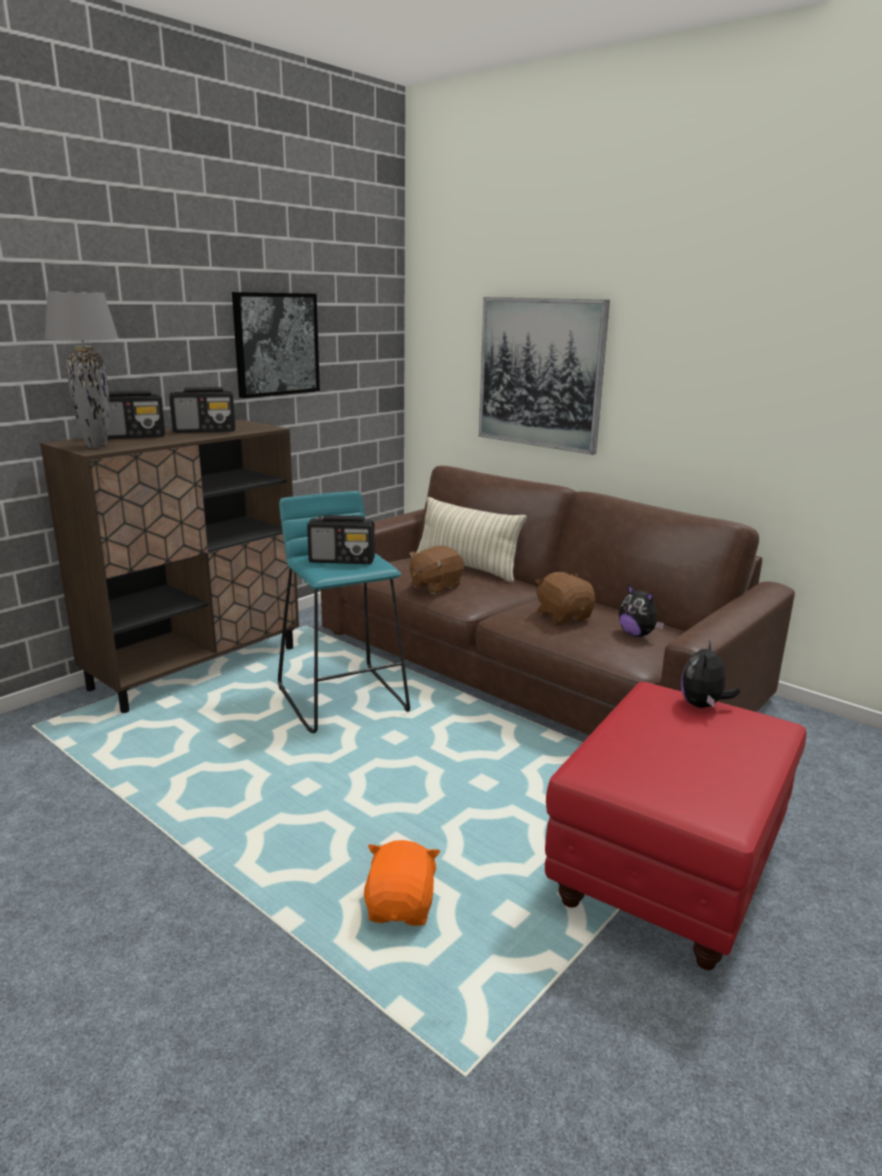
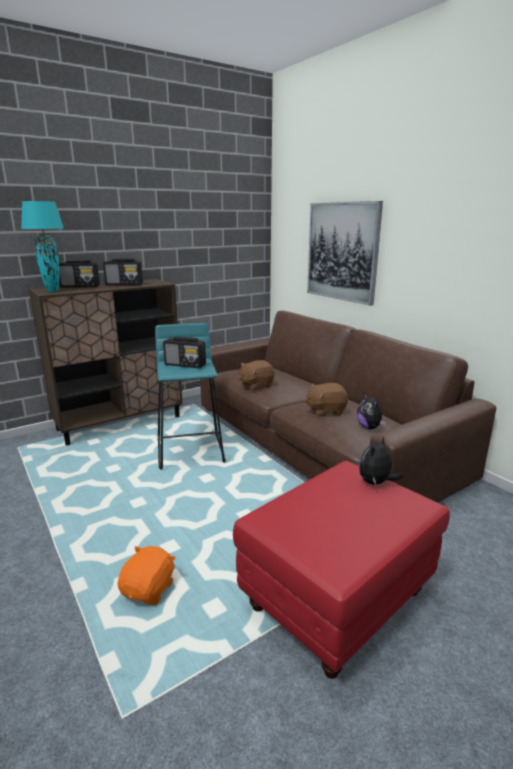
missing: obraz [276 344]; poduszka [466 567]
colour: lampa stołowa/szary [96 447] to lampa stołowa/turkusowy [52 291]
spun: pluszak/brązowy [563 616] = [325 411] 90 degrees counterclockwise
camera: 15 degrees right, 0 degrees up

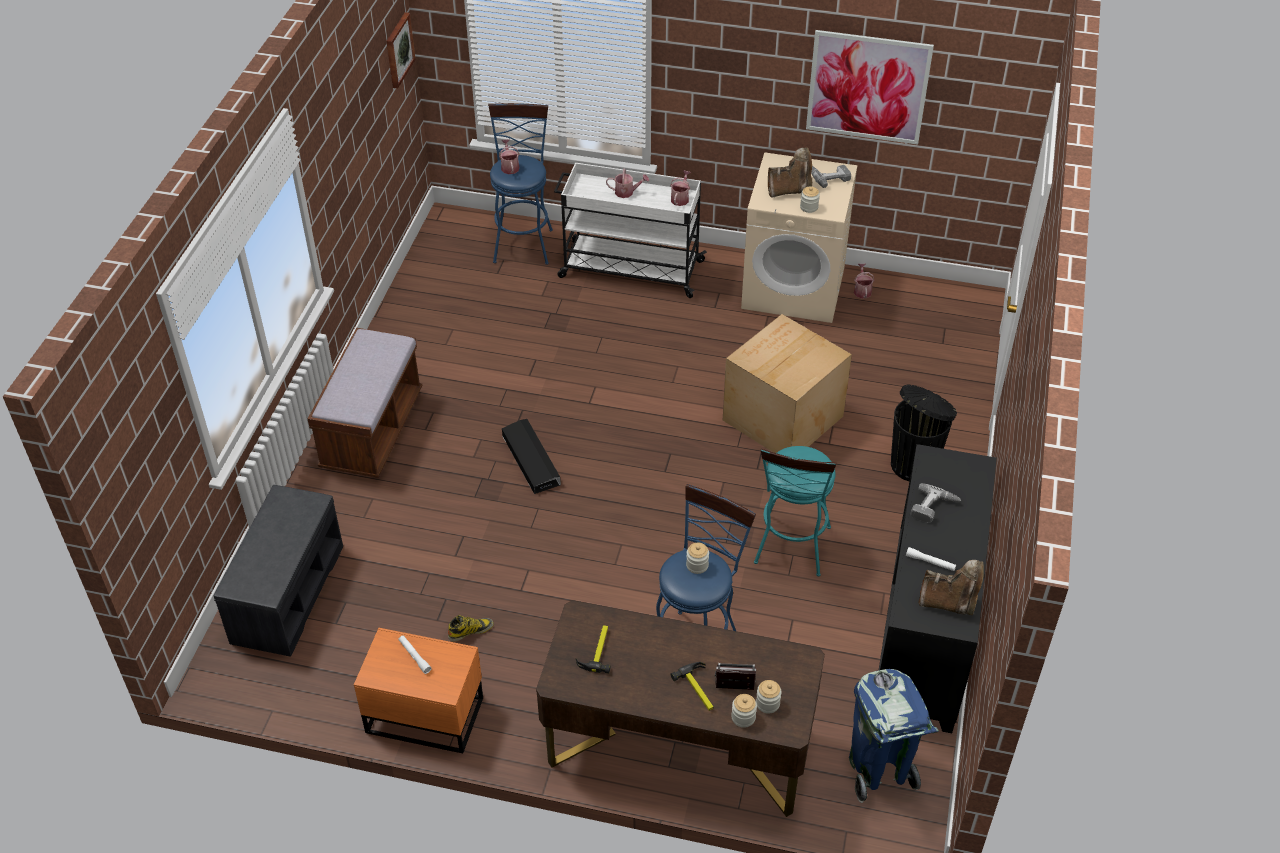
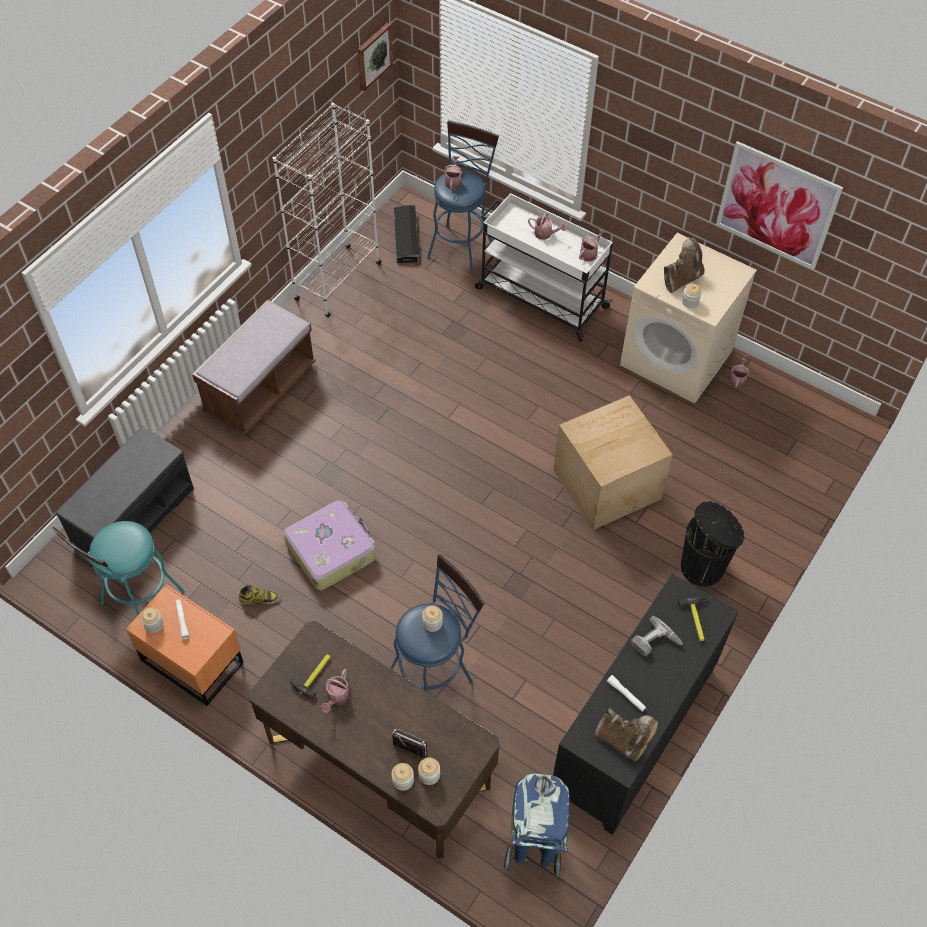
missing: wiertarka [828 176]
appeared: regał/biały [337 281]; walizka [331 550]; słoik [154 624]; konewka [336 697]
relocated: pojemnik do przechowywania/czarny [531 460] to [406 237]; stołek/turkusowy [791 550] to [138 602]; młotek [699 689] to [697 620]
spun: but z cholewką/brązowy [790 190] = [681 279] 45 degrees counterclockwise
camera: 20 degrees right, 10 degrees up

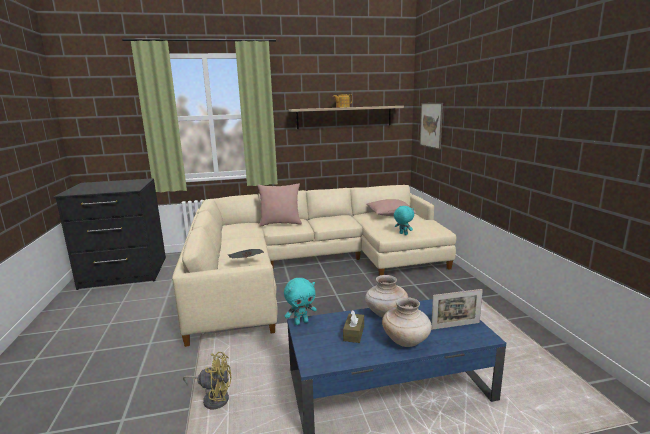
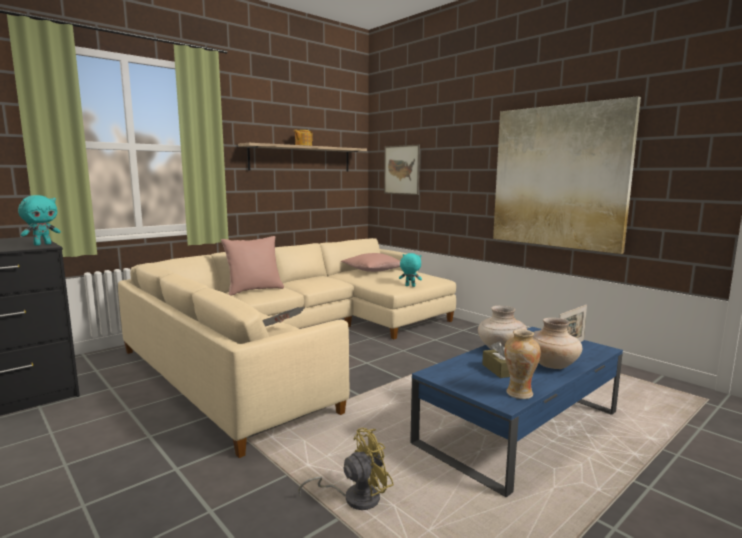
appeared: obraz [559 177]; wazon [519 393]
relocated: pluszak/turkusowy [301 322] to [42 244]
camera: 30 degrees left, 5 degrees down

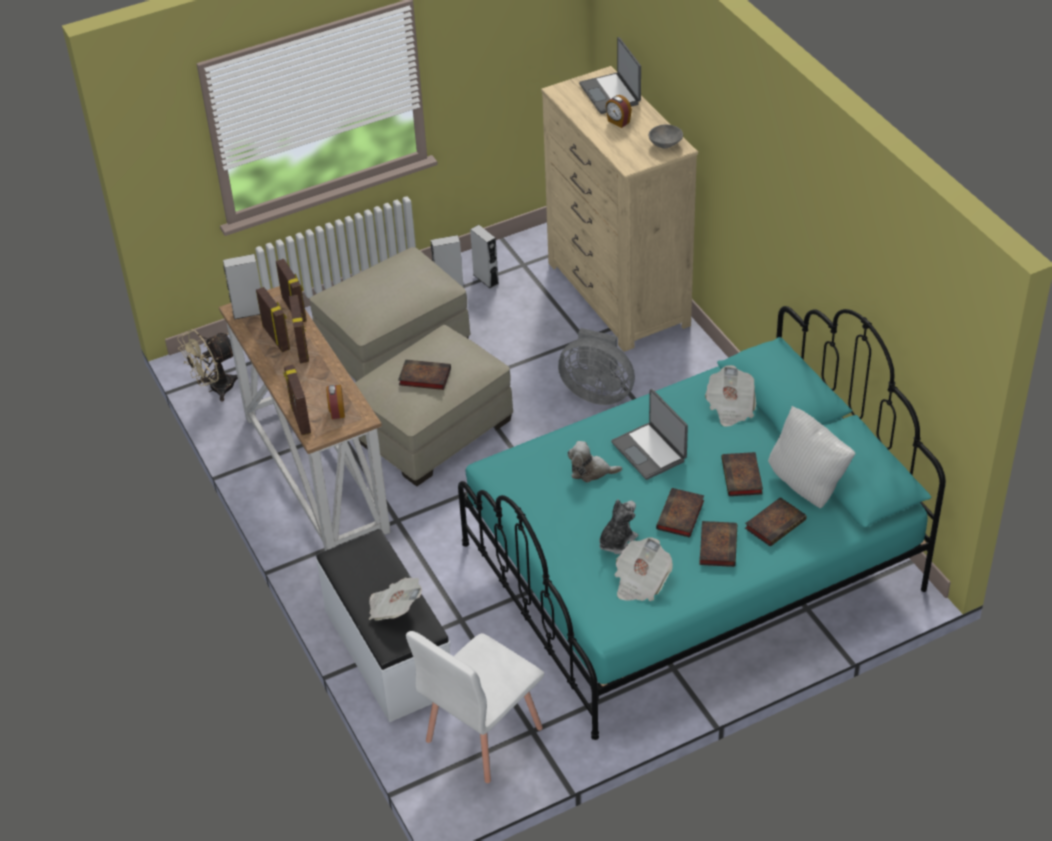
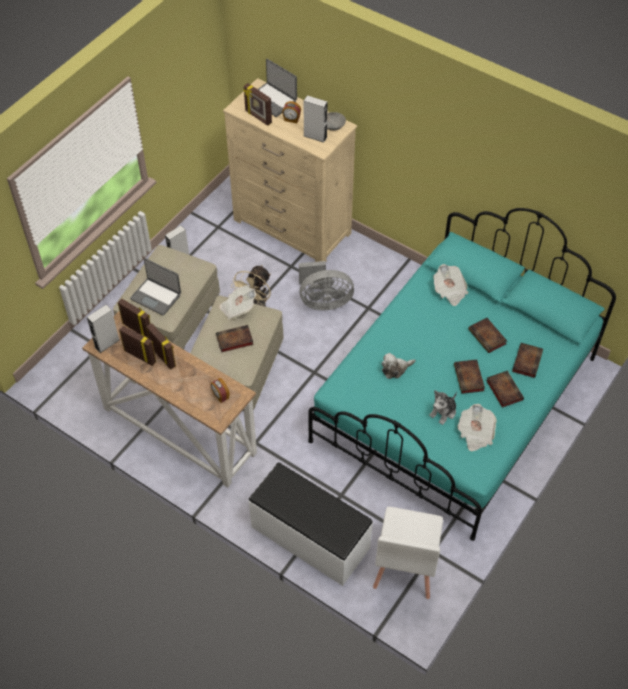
missing: poduszka/biały [807 485]
relocated: głośnik/szary [486 279] to [315 136]; wentylator/beżowy [215 389] to [255 304]; ramka na zdjęcie [300 418] to [258 117]; laptop [650 451] to [156 296]; gazeta [394 609] to [238 308]
spun: pluszak [617 541] = [443 412] 150 degrees counterclockwise
camera: 30 degrees left, 10 degrees up

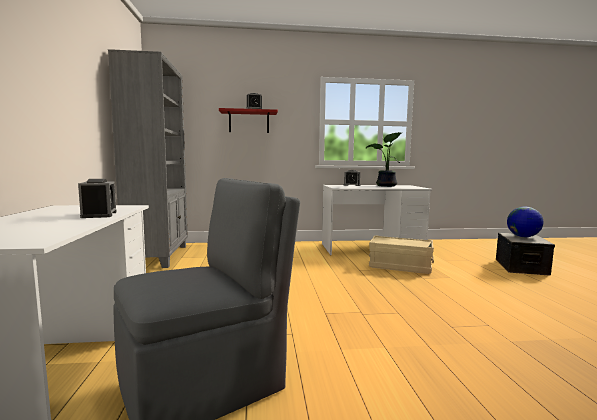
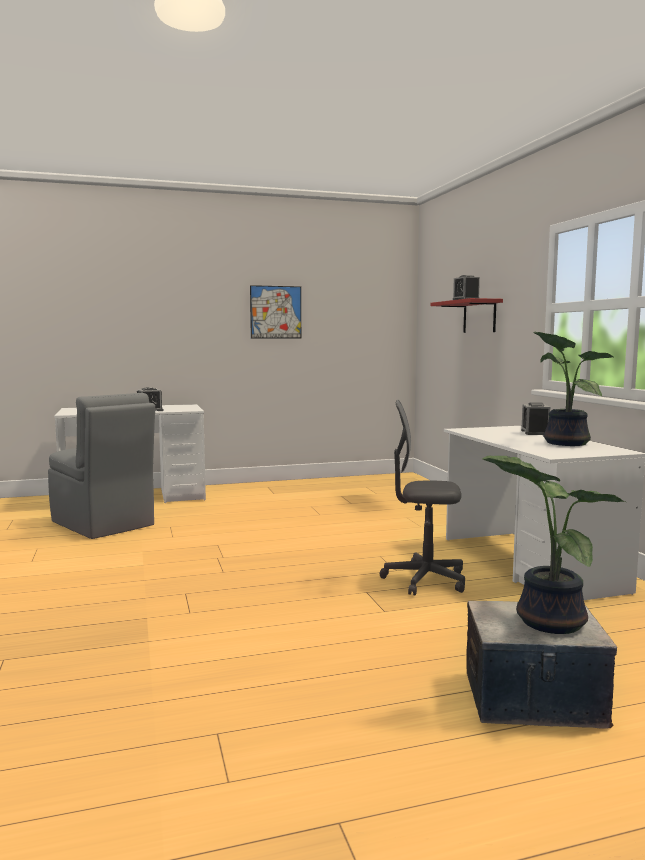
missing: regał/szary [159 256]
appeared: obraz [275 312]
exchanged: globus [523 237] to roślina doniczkowa [546 620]; pojemnik do przechowywania/beżowy [400 266] to krzesło biurowe/szary [424 580]
camera: 80 degrees right, 0 degrees up

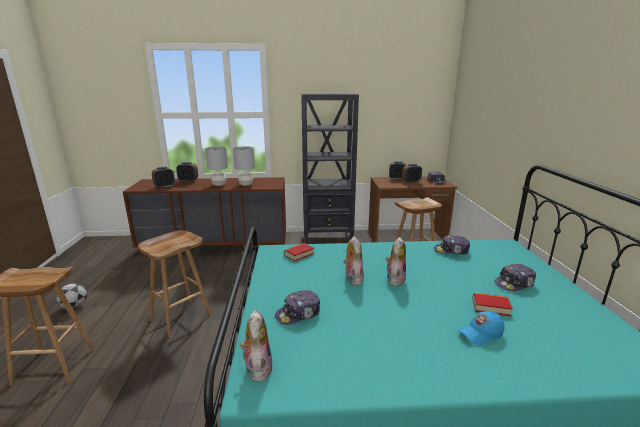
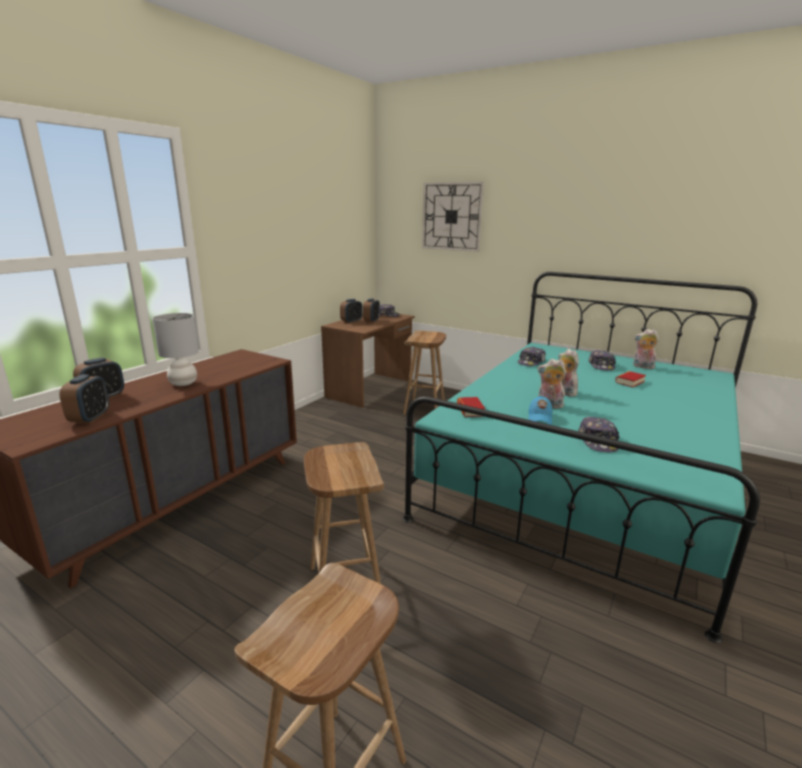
missing: regał/czarny [328 239]; lampa stołowa/szary [245 184]; piłka futbolowa [75 307]
appeared: zegar ścienny [451 216]
relocated: pluszak [257 368] to [642 367]; czapka z daszkiem/niebieski [480 334] to [540 418]
camera: 55 degrees left, 0 degrees up

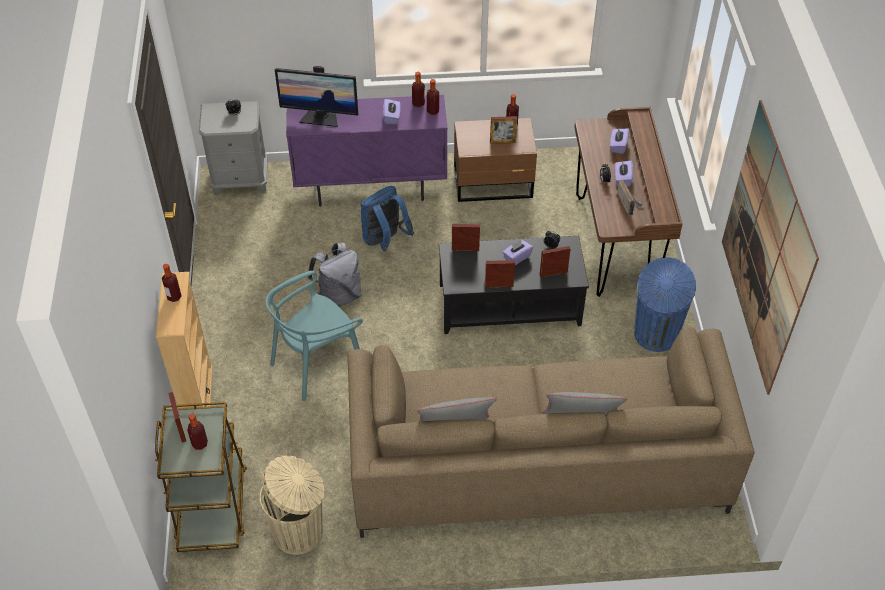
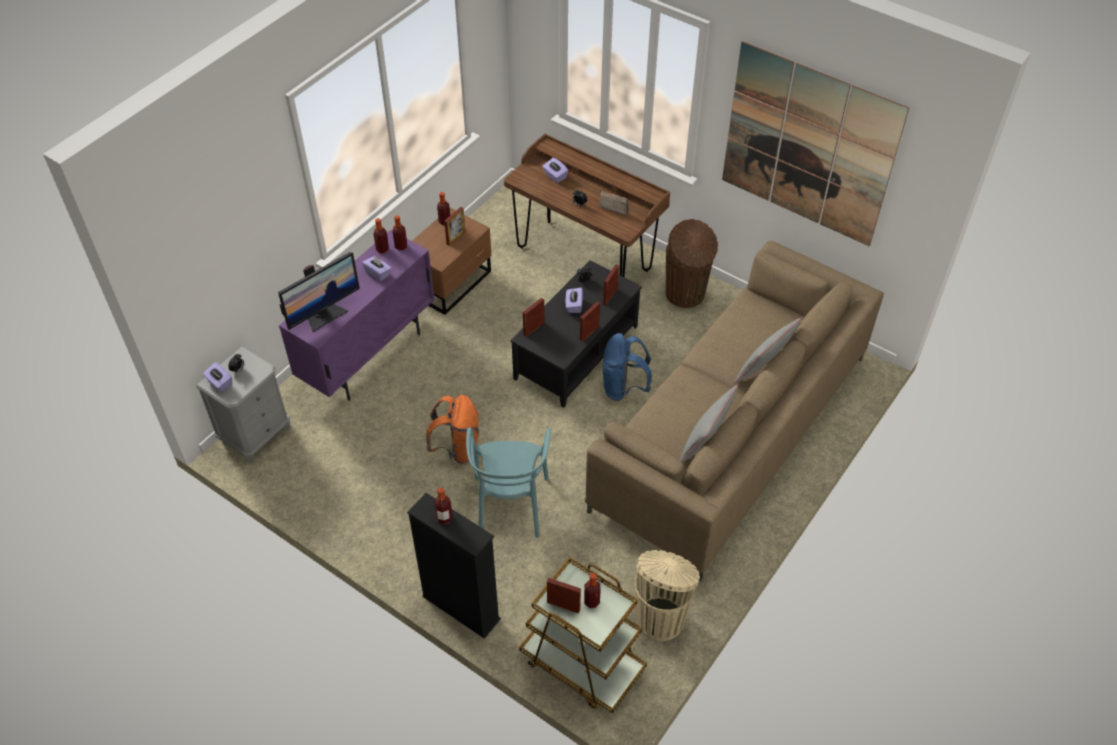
relocated: pudełko chusteczek/fioletowy [622 179] to [219 383]; plecak/niebieski [385 241] to [623 388]
colour: plecak/szary [338 296] to plecak/pomarańczowy [457 448]; kosz na śmieci/niebieski [655 335] to kosz na śmieci/brązowy [685 294]; regał/beżowy [198 397] to regał/czarny [461 608]
camera: 50 degrees left, 0 degrees up

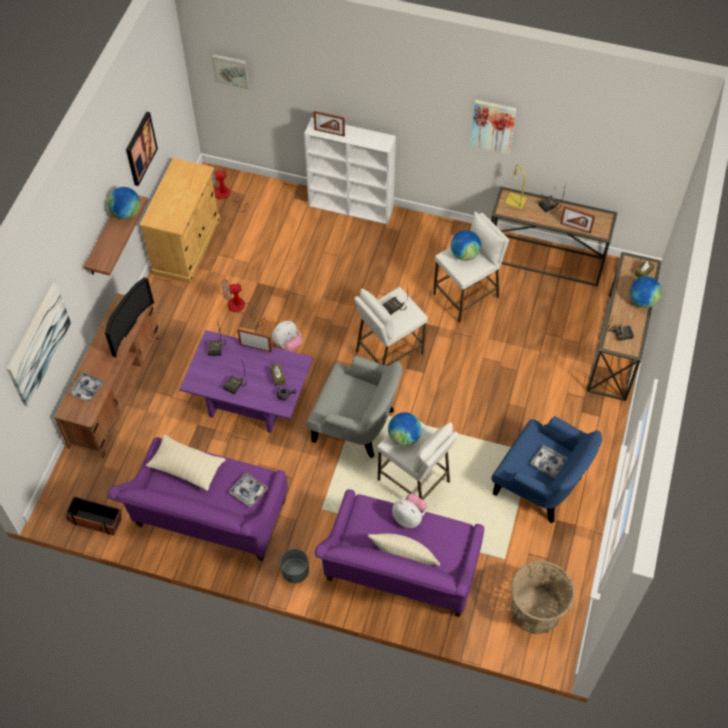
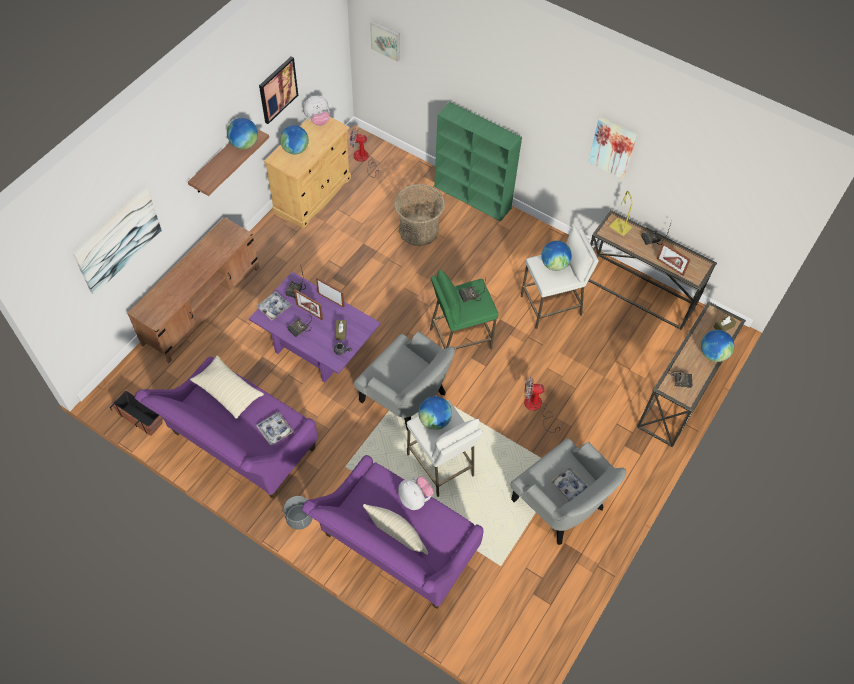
missing: telewizor [125 327]
appeared: globus [295 149]
relocated: ramka na zdjęcie [329 132] to [309 312]; wentylator [241 308] to [537 408]; pluszak [287 344] to [318 120]; taca [87 389] to [274 307]; koszyk [536 609] to [418 230]
colour: regał/biały [351 207] to regał/zielony [473 197]; stołek/biały [388 352] to stołek/zielony [460 338]; fotel/niebieski [540 485] to fotel/szary [560 504]
camera: 15 degrees right, 0 degrees up

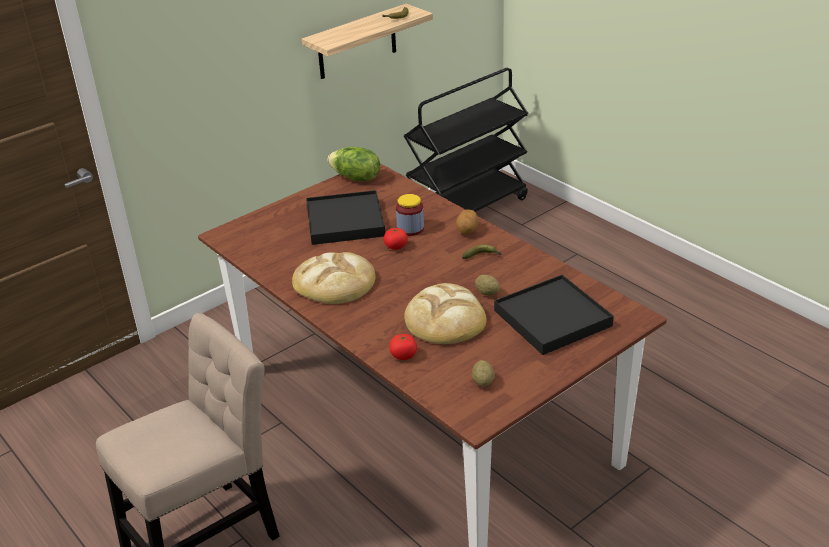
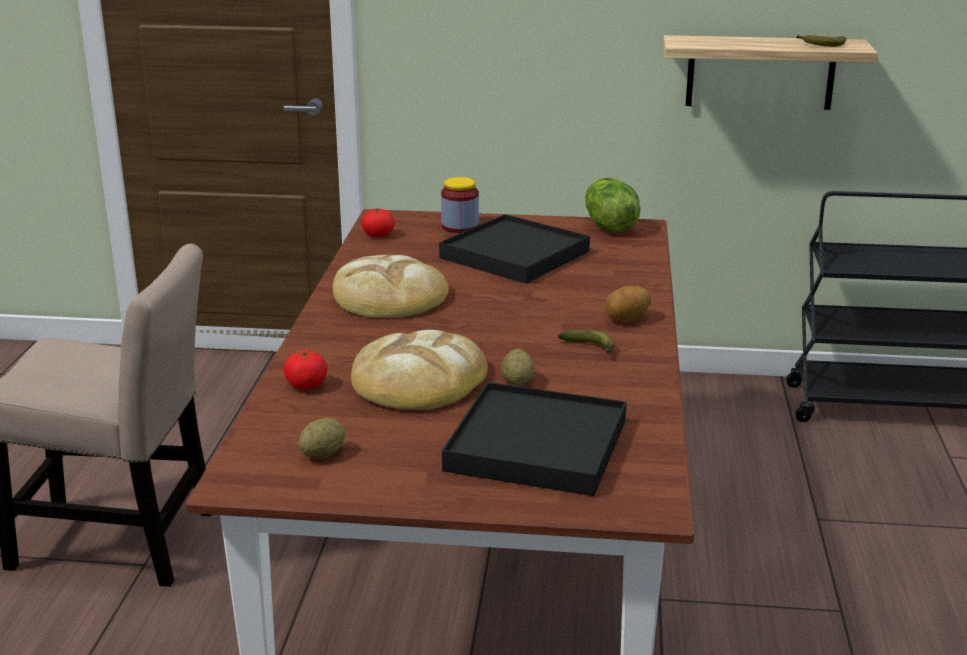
relocated: słoik [410 229] to [460 227]; pomidor [396 246] to [378 235]
camera: 45 degrees right, 10 degrees down

